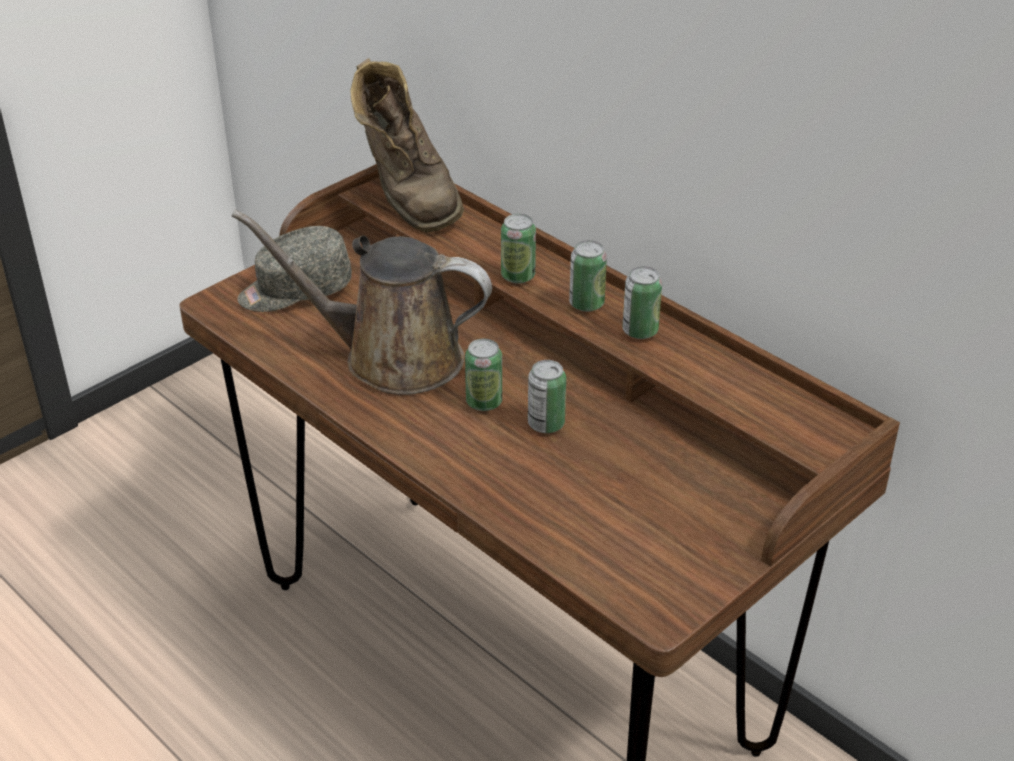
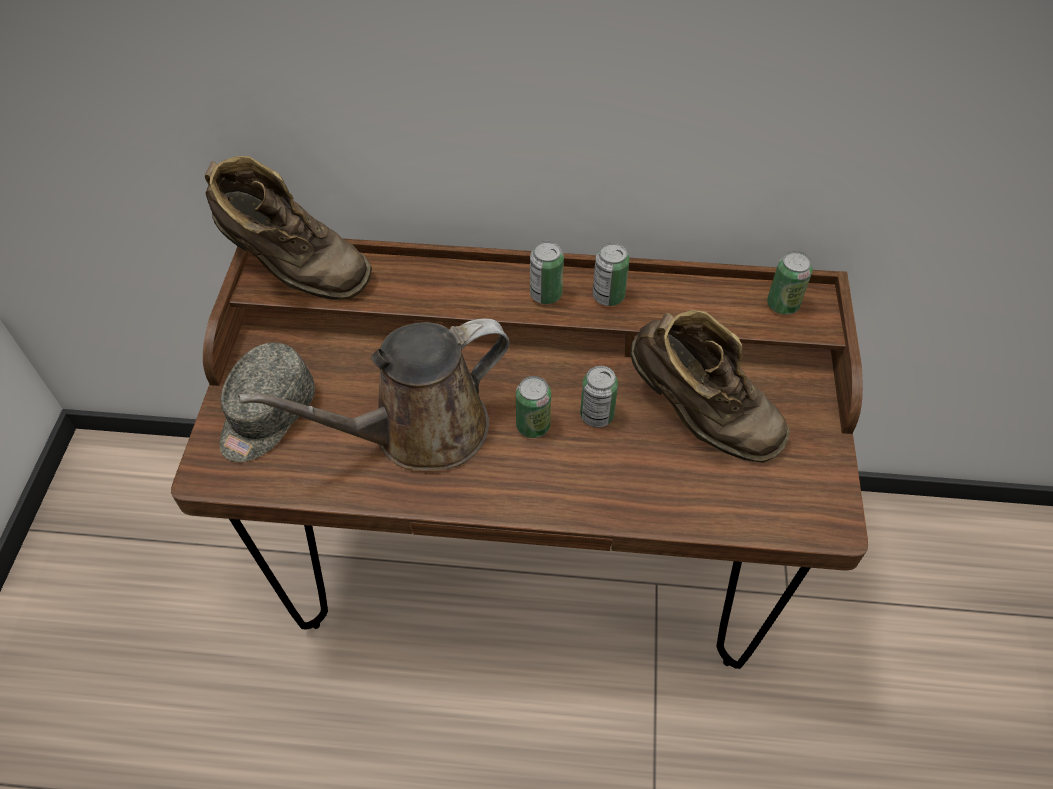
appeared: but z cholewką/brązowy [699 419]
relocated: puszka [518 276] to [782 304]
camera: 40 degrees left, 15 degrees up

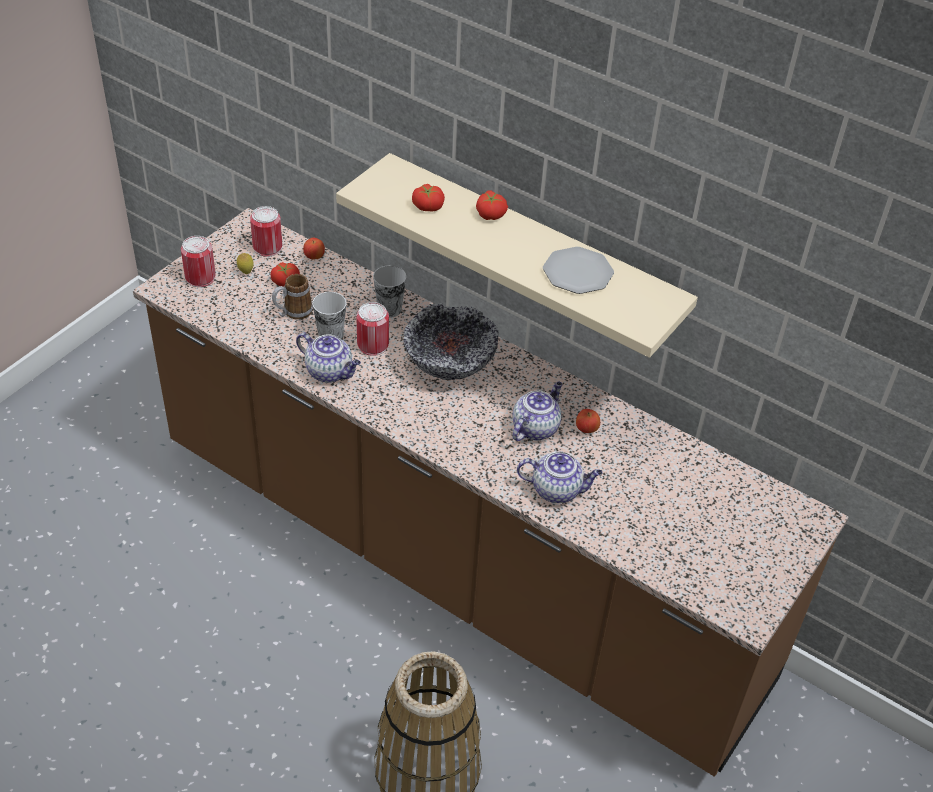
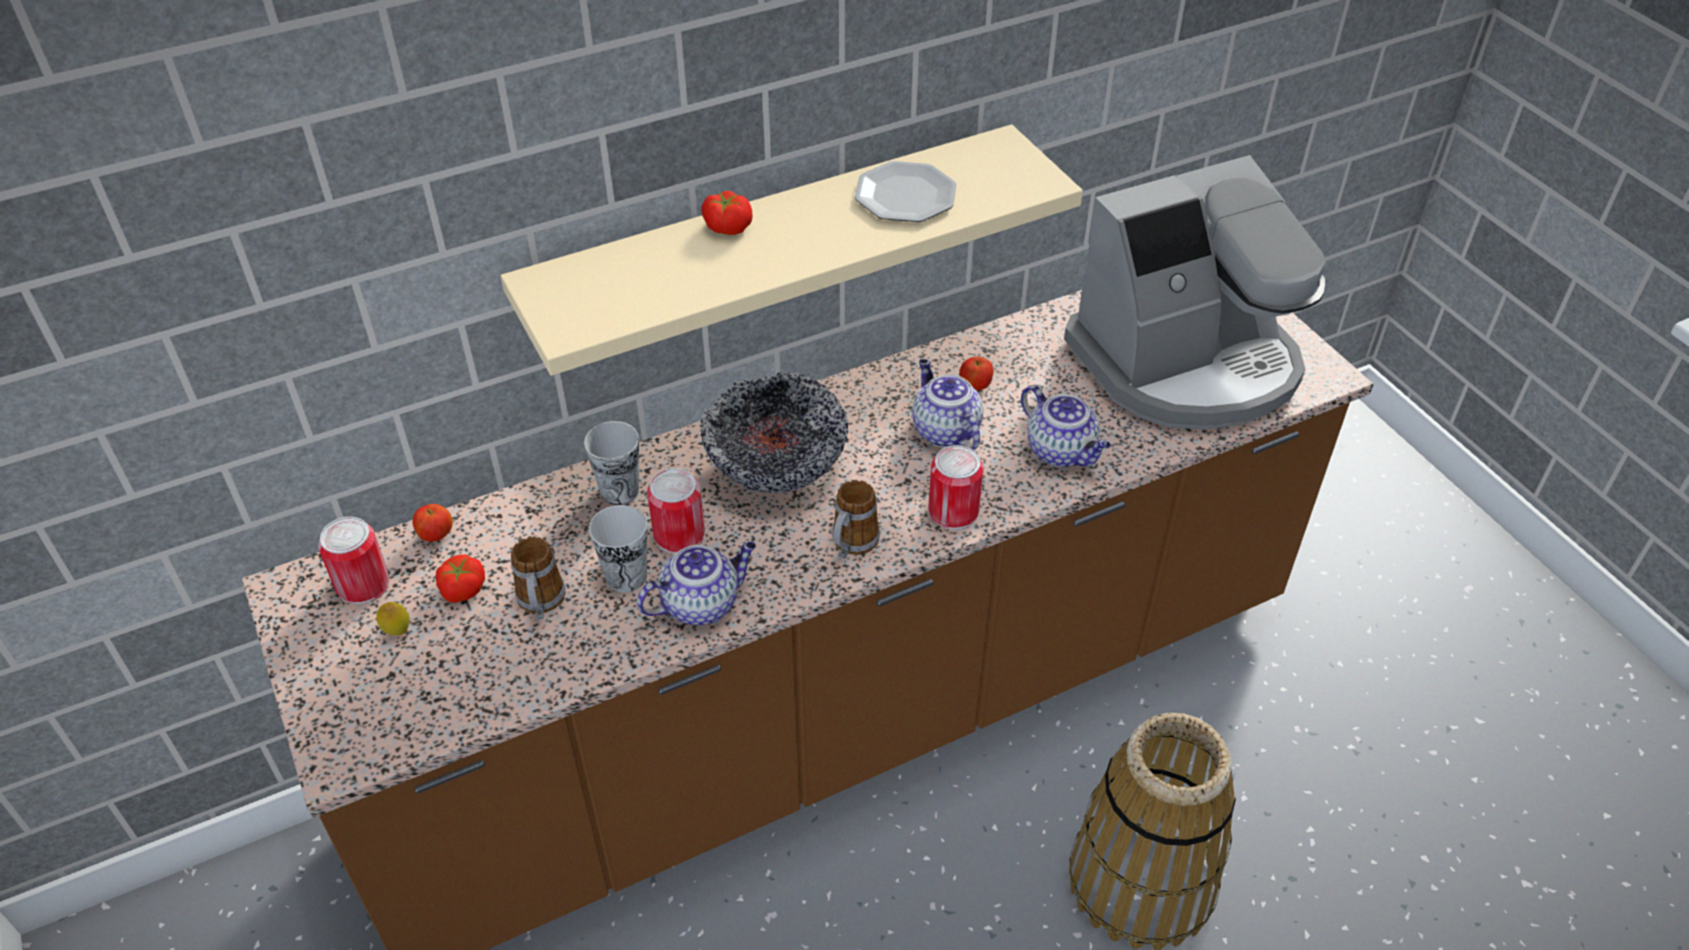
missing: pomidor [428 206]
appeared: ekspres do kawy [1187 364]; kubek [851 545]
relocated: puszka [200 277] to [953 511]
spun: imbryk [557 490] = [1062 451] 105 degrees clockwise
camera: 60 degrees left, 0 degrees up

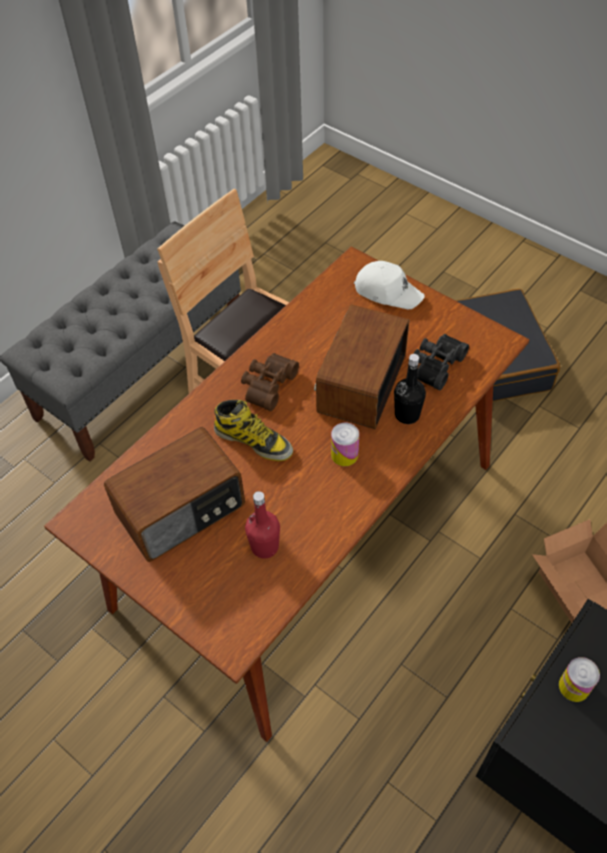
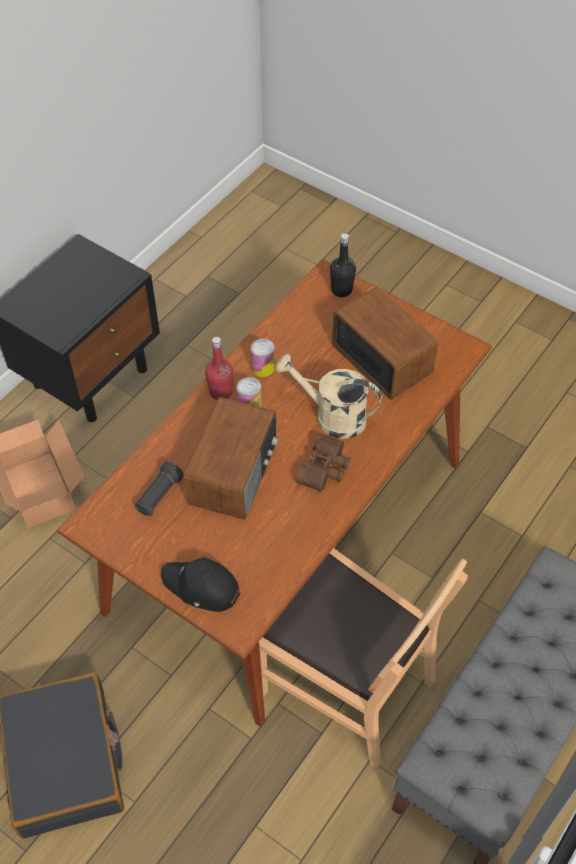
relocated: butelka/czarny [407 414] to [341 290]; butelka/czerwony [265 546] to [220 392]; puszka [574 686] to [263 368]
exchanged: lornetka/czarny [435 365] to latarka/czarny [159 496]; but z cholewką [254 440] to konewka/beżowy [331 416]
colour: czapka z daszkiem/biały [387 291] to czapka z daszkiem/czarny [201 587]
spun: radio [182 511] = [382 358] 90 degrees clockwise
camera: 175 degrees right, 0 degrees up

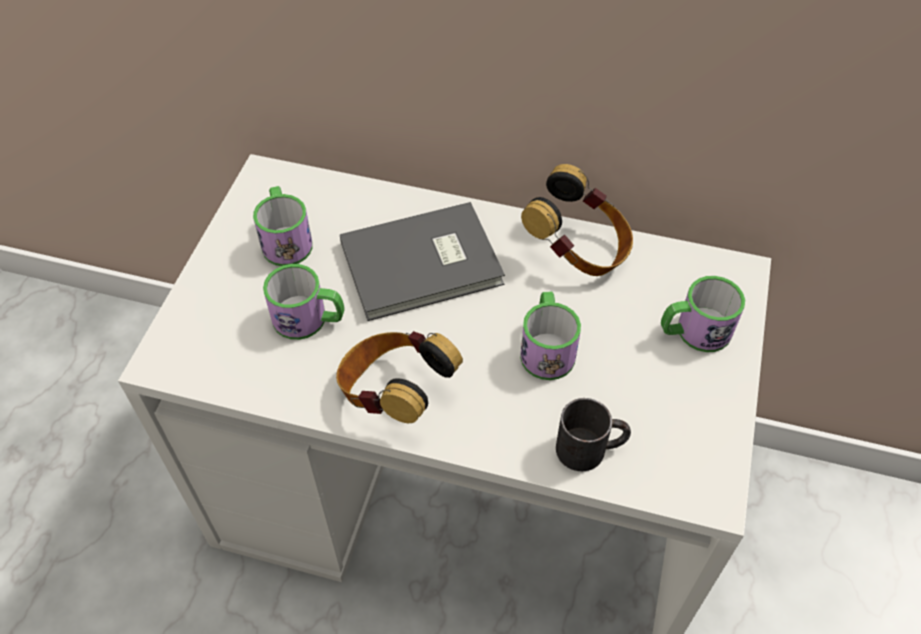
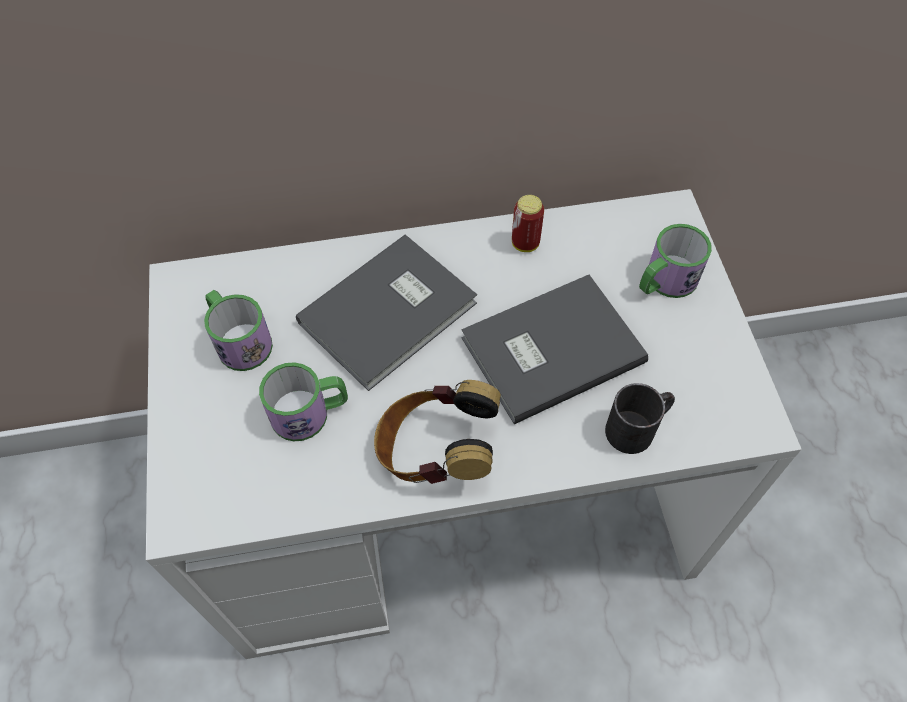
exchanged: słuchawki [578 250] to puszka [525 244]; kubek [546 347] to książka/szary [548 348]
camera: 25 degrees left, 5 degrees up

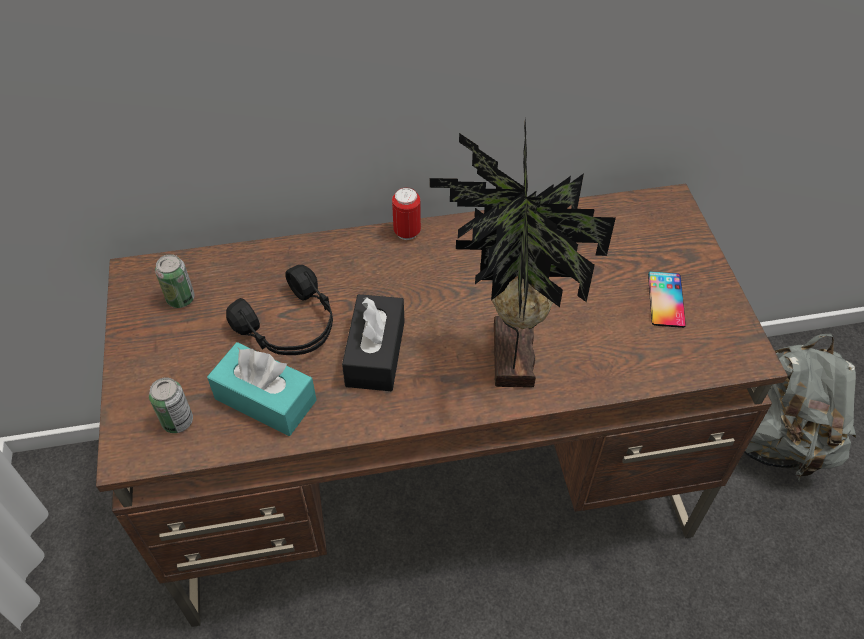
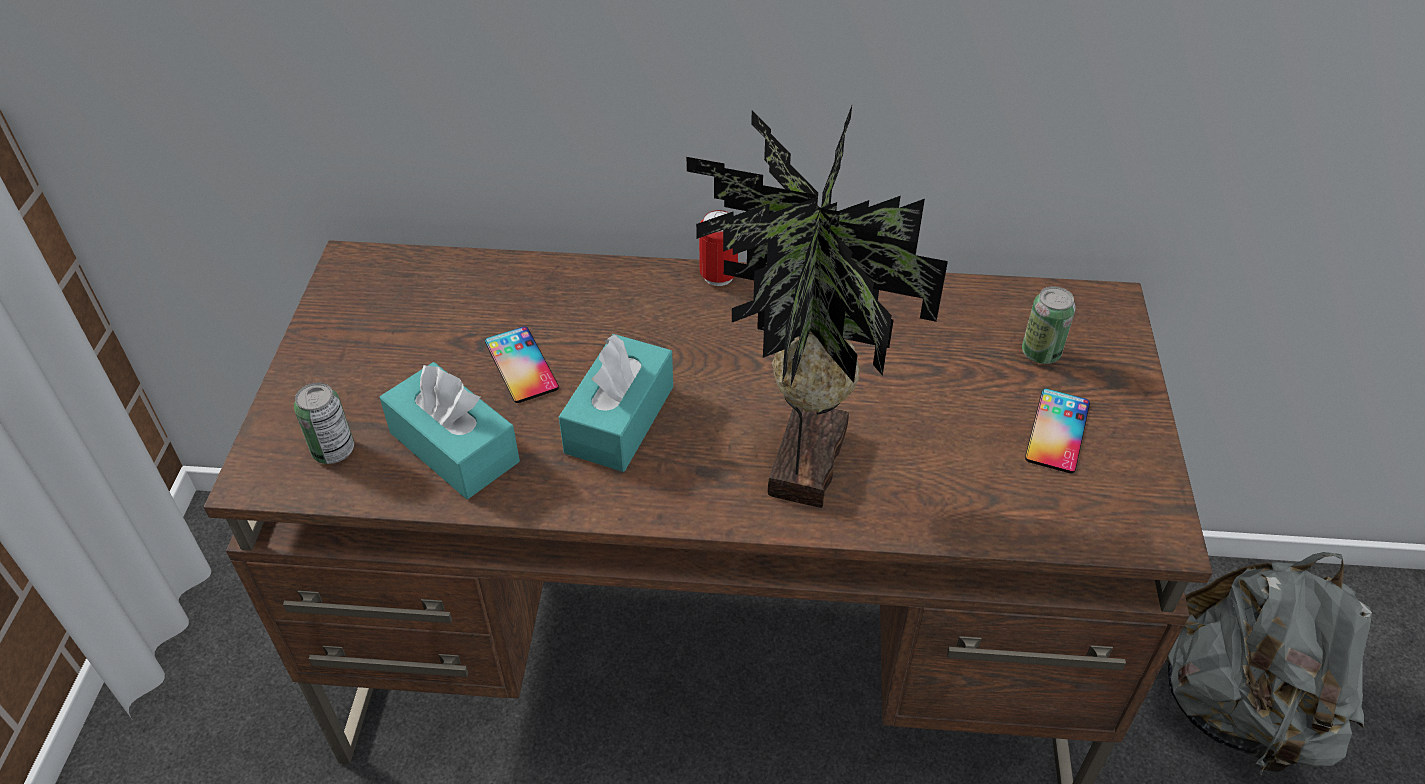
relocated: puszka [181 299] to [1040 353]
exchanged: słuchawki/czarny [291 327] to telefon [521 365]
colour: pudełko chusteczek/czarny [375 353] to pudełko chusteczek/turkusowy [619 419]
camera: 15 degrees right, 5 degrees down

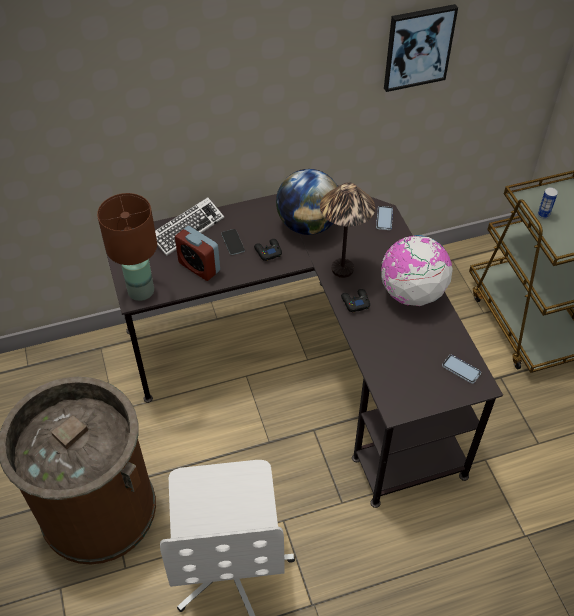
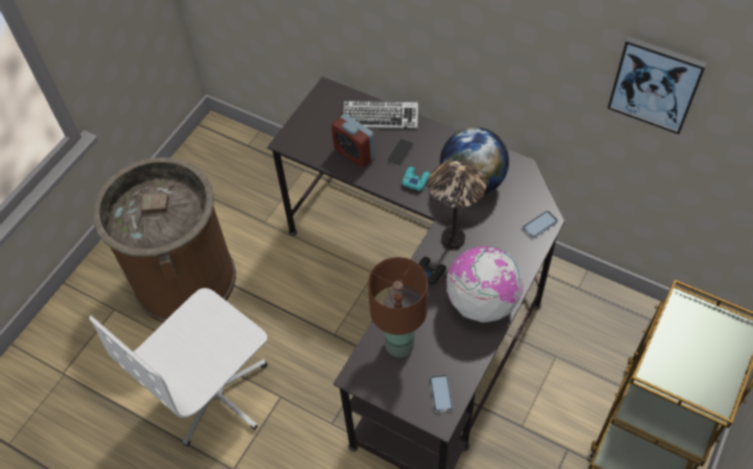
missing: puszka [543 215]
relocated: lampa stołowa/brązowy [141 290] to [400 344]
colour: pad do gier/czarny [268 251] to pad do gier/turkusowy [415 180]
spun: budzik [199 267] = [354 153] 45 degrees counterclockwise
camera: 50 degrees right, 5 degrees up

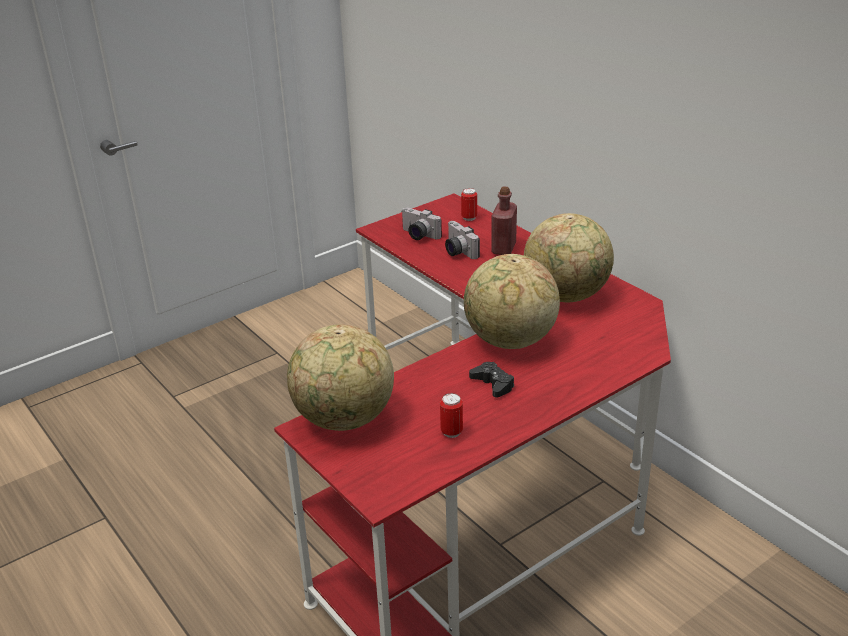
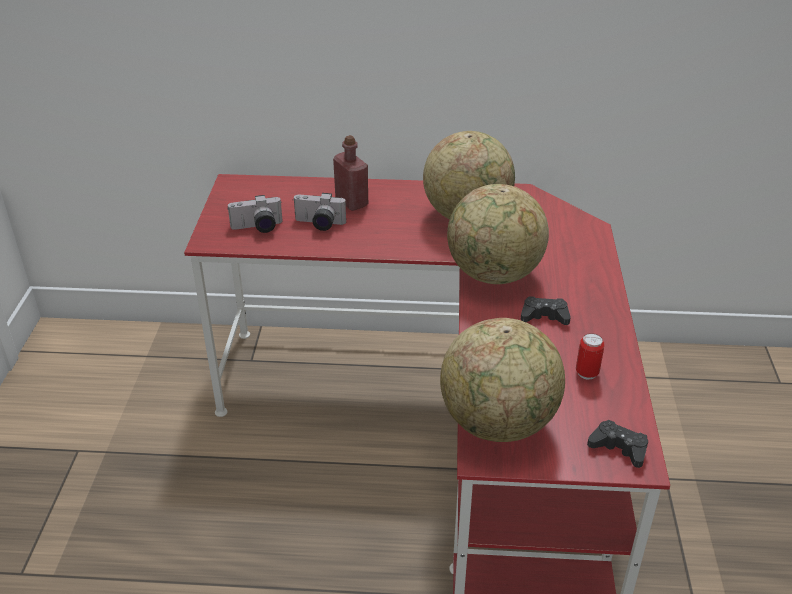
missing: puszka [469 218]
appeared: pad do gier/czarny [619 448]
camera: 50 degrees left, 5 degrees up

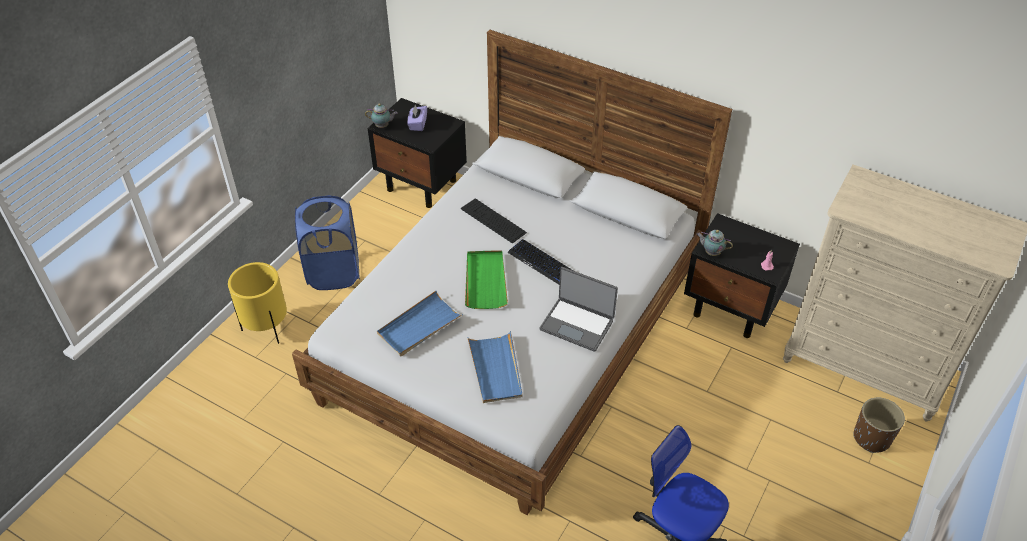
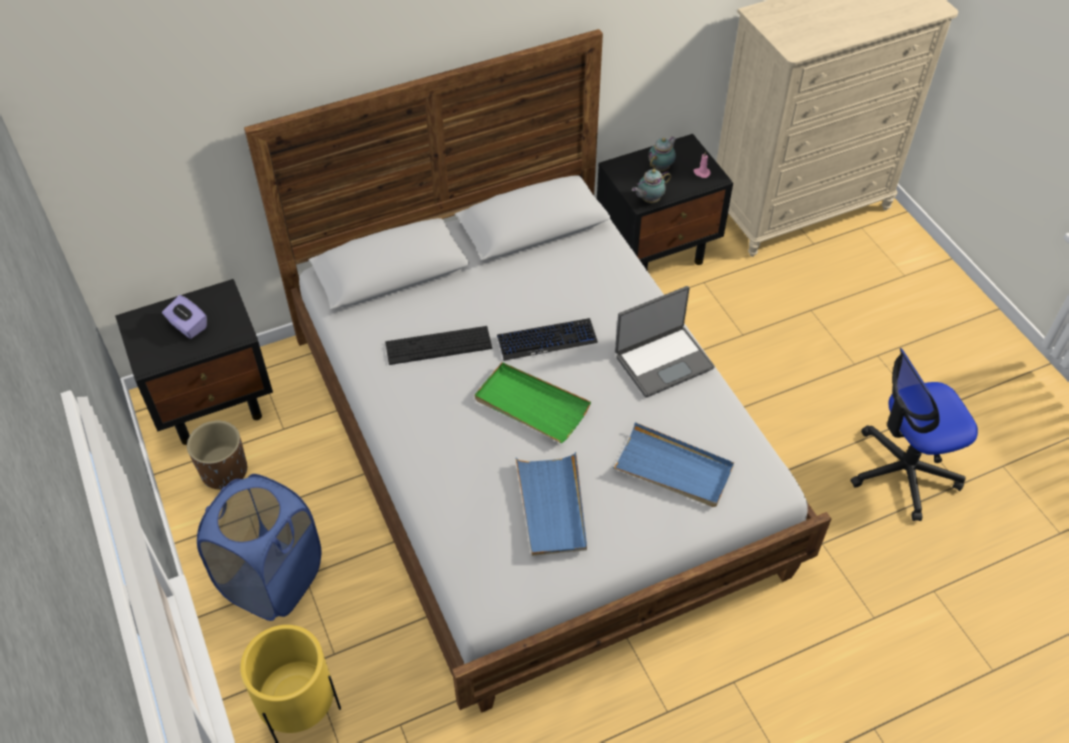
relocated: imbryk [383 126] to [661 167]; donica/brązowy [871 437] to [224 471]
camera: 55 degrees left, 5 degrees up

